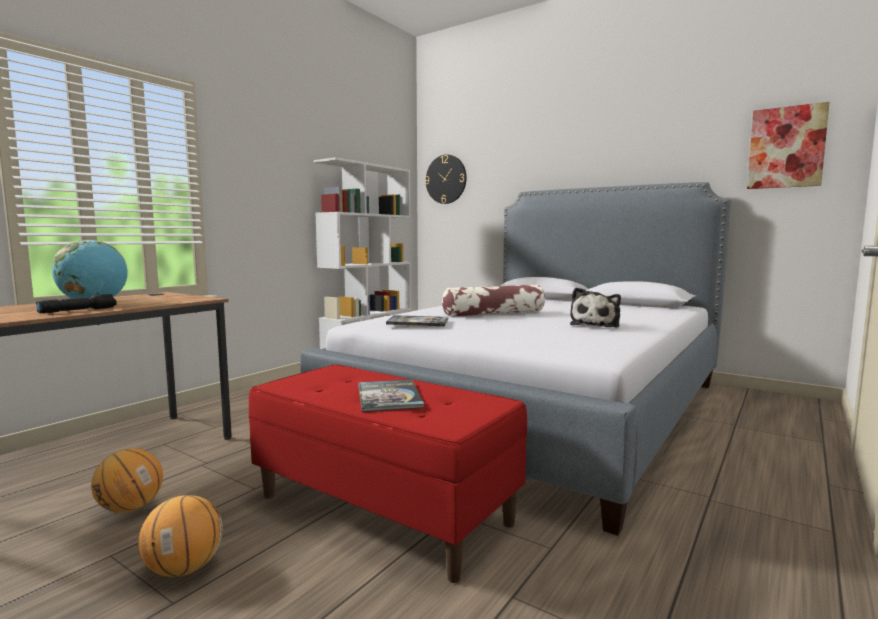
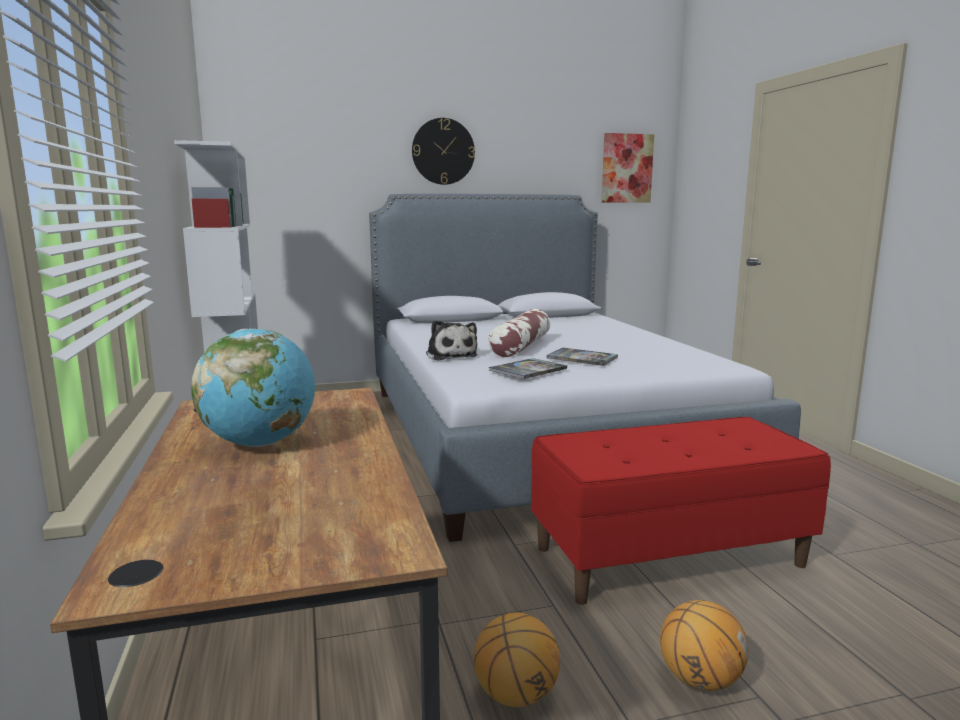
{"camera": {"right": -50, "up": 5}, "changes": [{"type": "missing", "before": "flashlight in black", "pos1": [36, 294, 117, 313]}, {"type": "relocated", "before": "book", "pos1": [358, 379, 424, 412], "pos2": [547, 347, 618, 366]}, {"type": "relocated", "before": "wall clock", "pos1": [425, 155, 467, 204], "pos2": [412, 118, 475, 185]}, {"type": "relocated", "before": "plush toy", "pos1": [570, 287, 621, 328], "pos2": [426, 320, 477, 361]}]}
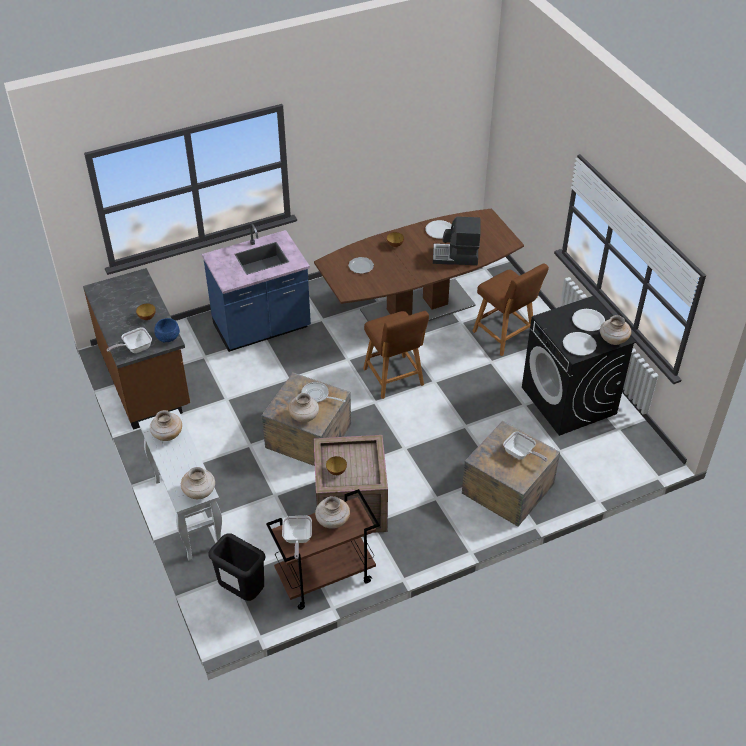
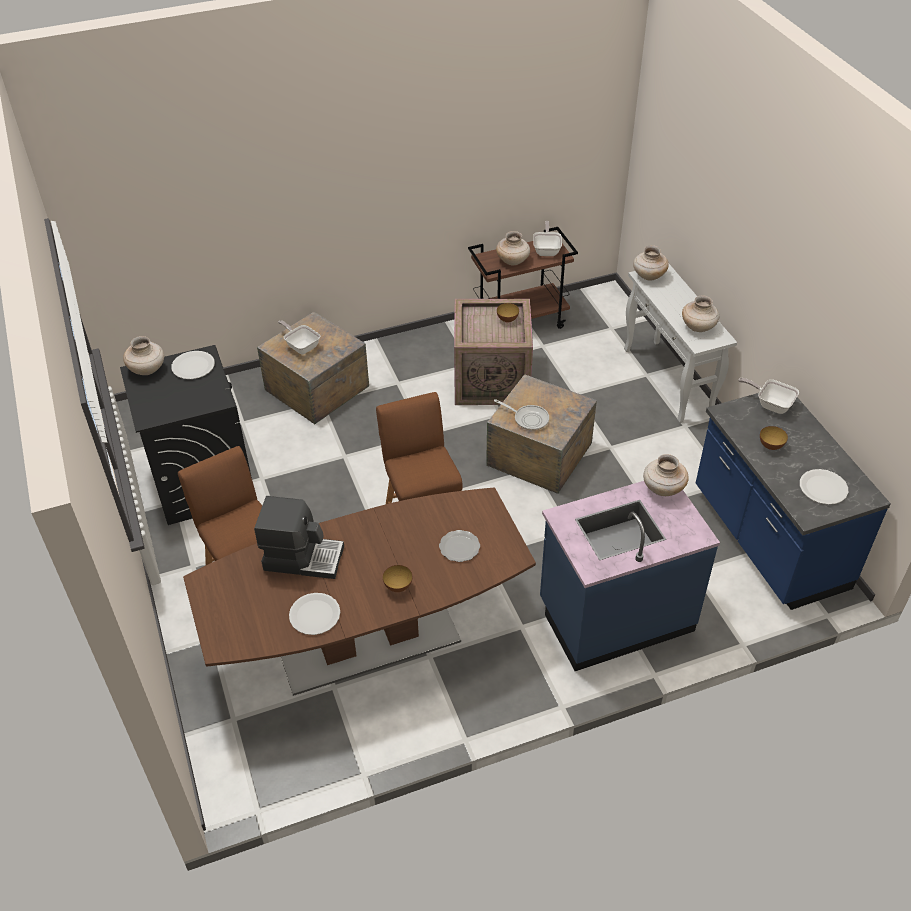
{"camera": {"right": -175, "up": 0}, "changes": [{"type": "colour", "before": "counter in brown", "after": "counter in blue", "pos1": [83, 268, 190, 430], "pos2": [696, 393, 891, 610]}, {"type": "spun", "before": "frying pan", "pos1": [107, 327, 152, 353], "pos2": [738, 378, 799, 414], "turn": -120}, {"type": "missing", "before": "bowl in blue", "pos1": [154, 318, 180, 342]}, {"type": "missing", "before": "trash can in black", "pos1": [208, 533, 265, 601]}, {"type": "relocated", "before": "vase in beige", "pos1": [288, 393, 319, 422], "pos2": [643, 454, 689, 496]}, {"type": "relocated", "before": "plate in white", "pos1": [572, 309, 605, 331], "pos2": [800, 469, 848, 505]}]}
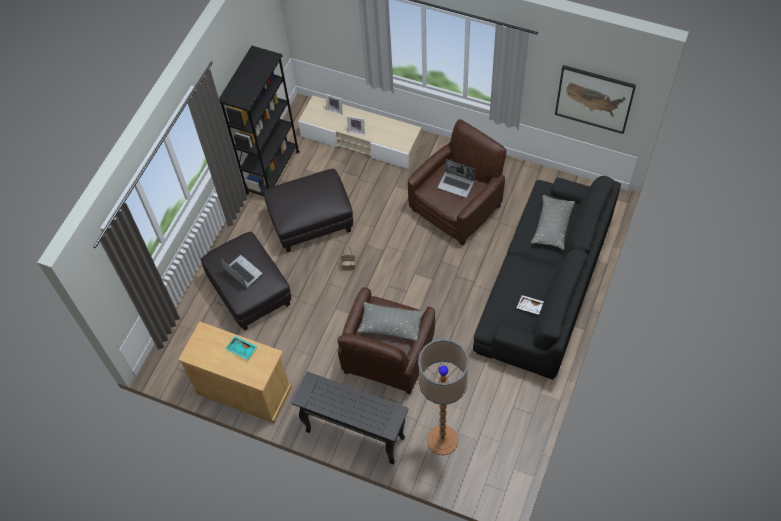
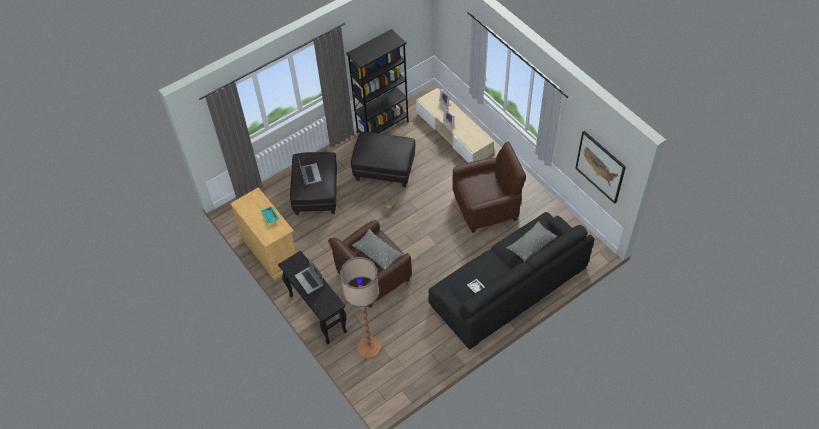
{"camera": {"right": 30, "up": -5}, "changes": [{"type": "relocated", "before": "laptop", "pos1": [438, 159, 475, 198], "pos2": [295, 257, 324, 294]}]}
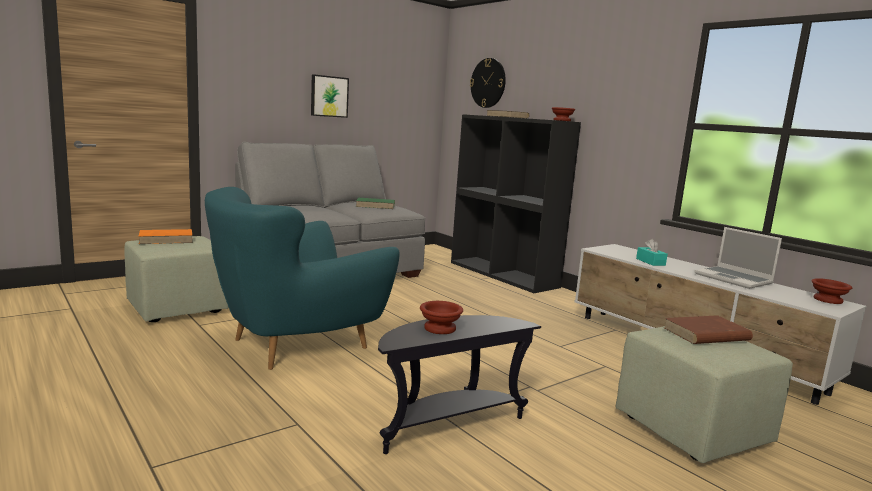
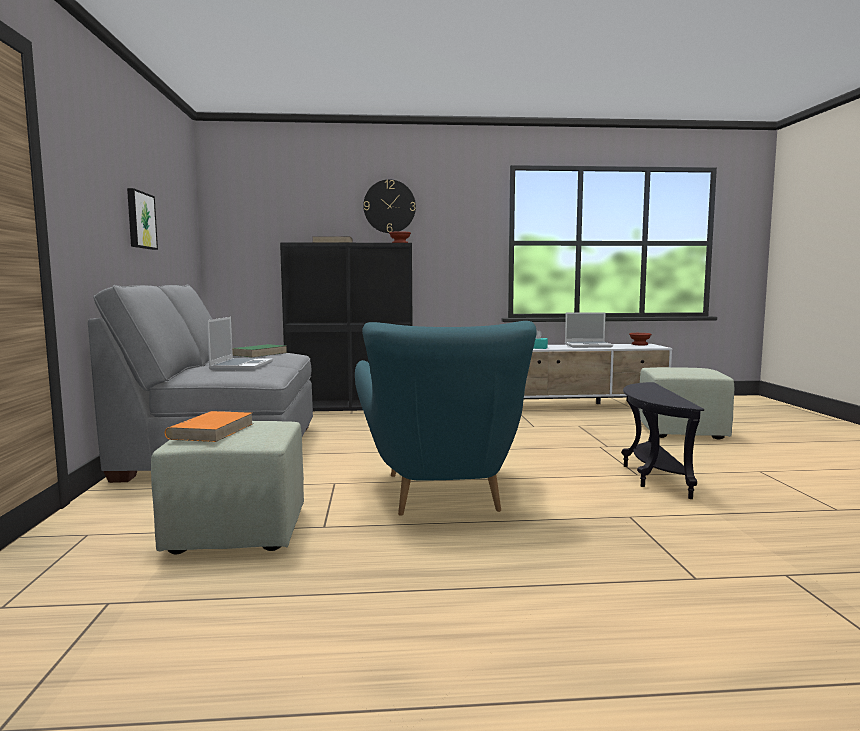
{"camera": {"right": -55, "up": -5}, "changes": [{"type": "missing", "before": "bowl in brown", "pos1": [420, 301, 463, 334]}, {"type": "relocated", "before": "wall clock", "pos1": [470, 58, 506, 108], "pos2": [363, 179, 416, 233]}, {"type": "missing", "before": "book in brown", "pos1": [664, 315, 753, 344]}, {"type": "appeared", "after": "laptop", "pos2": [207, 317, 273, 370]}]}
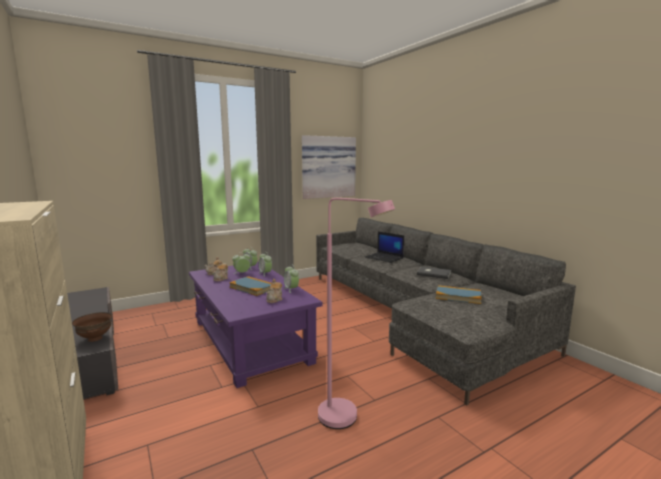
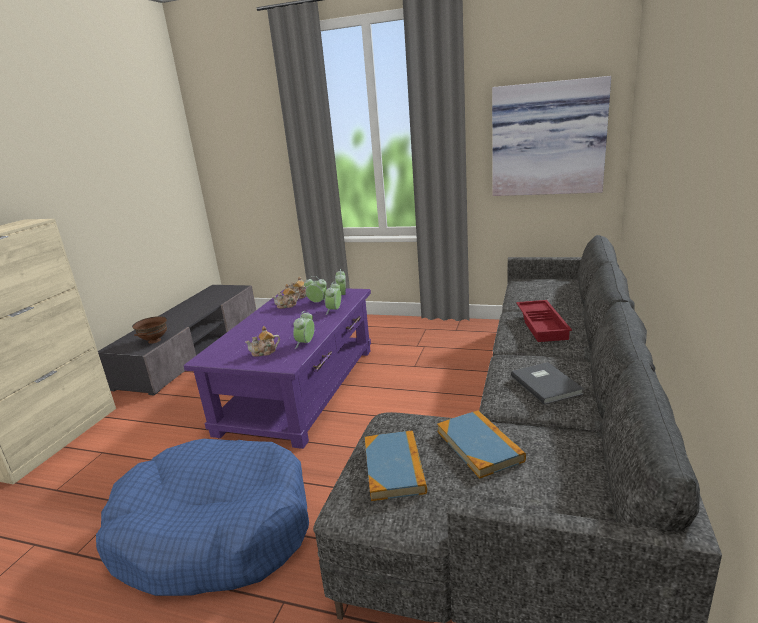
{"camera": {"right": 50, "up": 10}, "changes": [{"type": "relocated", "before": "book", "pos1": [229, 276, 271, 296], "pos2": [365, 431, 427, 501]}, {"type": "exchanged", "before": "floor lamp in pink", "after": "dog bed in blue", "pos1": [318, 198, 395, 429], "pos2": [96, 439, 309, 596]}, {"type": "exchanged", "before": "laptop", "after": "tray in red", "pos1": [365, 232, 404, 263], "pos2": [516, 300, 572, 342]}]}
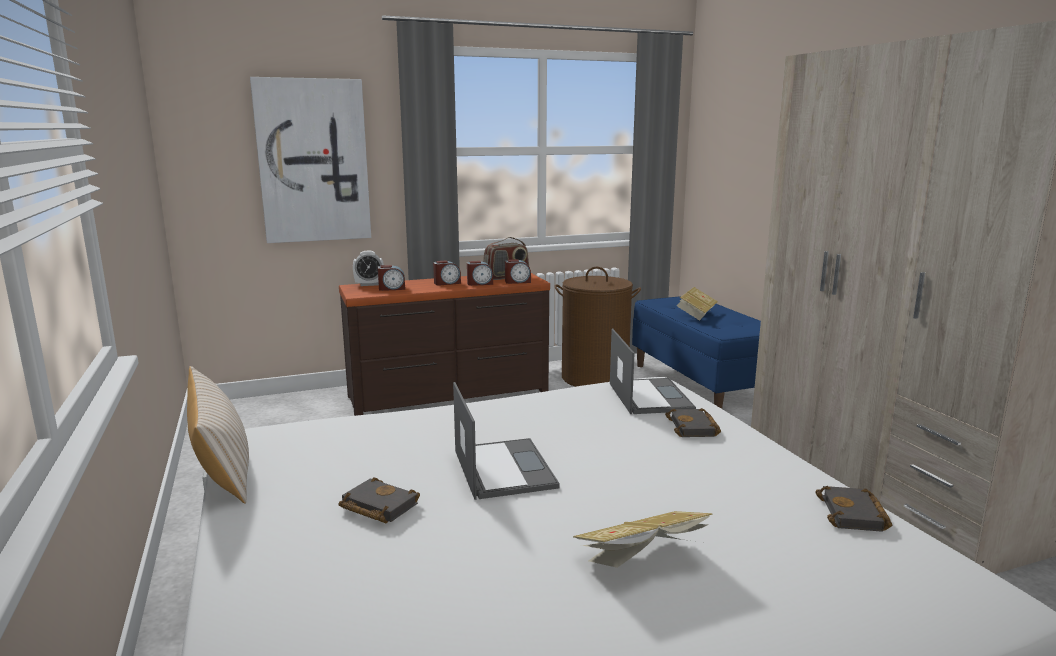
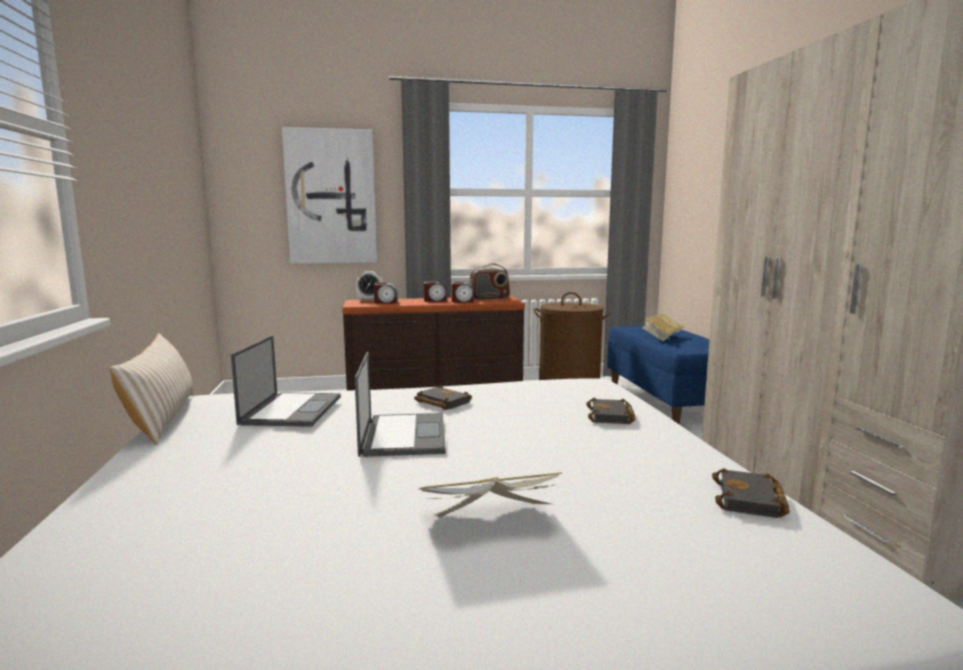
{"camera": {"right": 10, "up": -5}, "changes": [{"type": "relocated", "before": "book in black", "pos1": [338, 477, 420, 524], "pos2": [414, 385, 472, 410]}, {"type": "missing", "before": "alarm clock", "pos1": [505, 259, 531, 284]}, {"type": "relocated", "before": "laptop", "pos1": [610, 329, 696, 414], "pos2": [231, 335, 341, 427]}]}
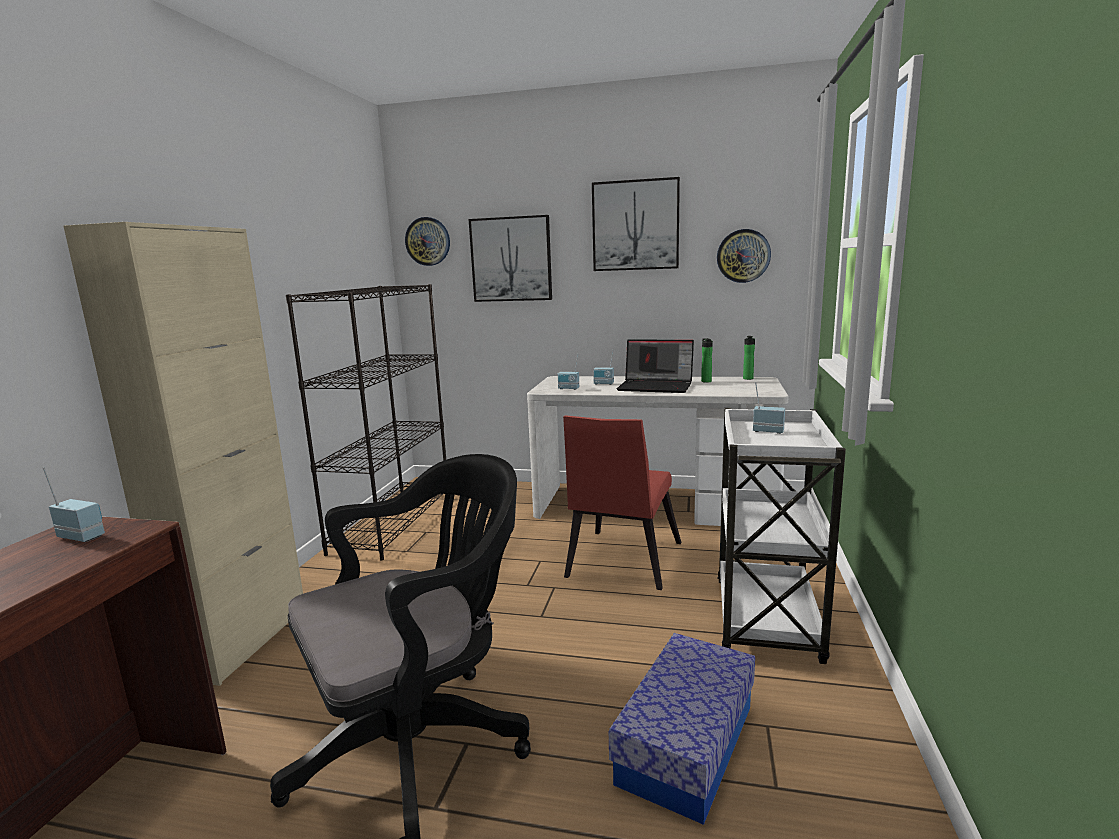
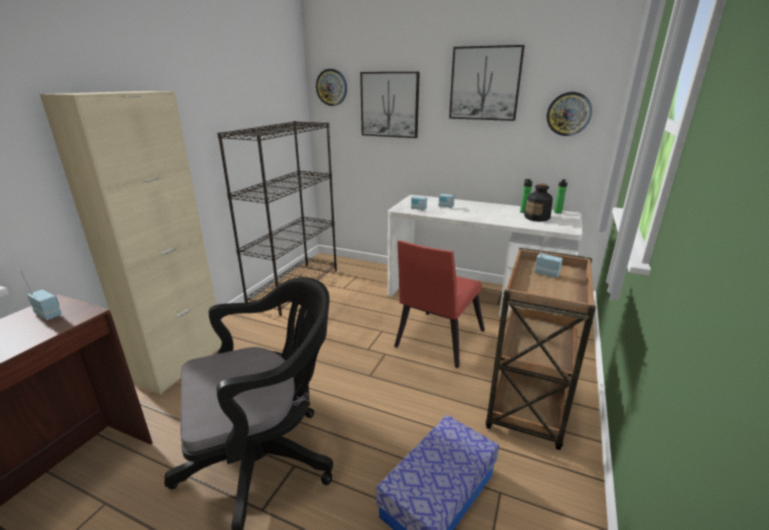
{"camera": {"right": 10, "up": 10}, "changes": [{"type": "missing", "before": "laptop", "pos1": [617, 339, 694, 393]}, {"type": "colour", "before": "cart in white", "after": "cart in brown", "pos1": [718, 408, 846, 664], "pos2": [486, 248, 596, 450]}, {"type": "appeared", "after": "bottle", "pos2": [524, 183, 553, 222]}]}
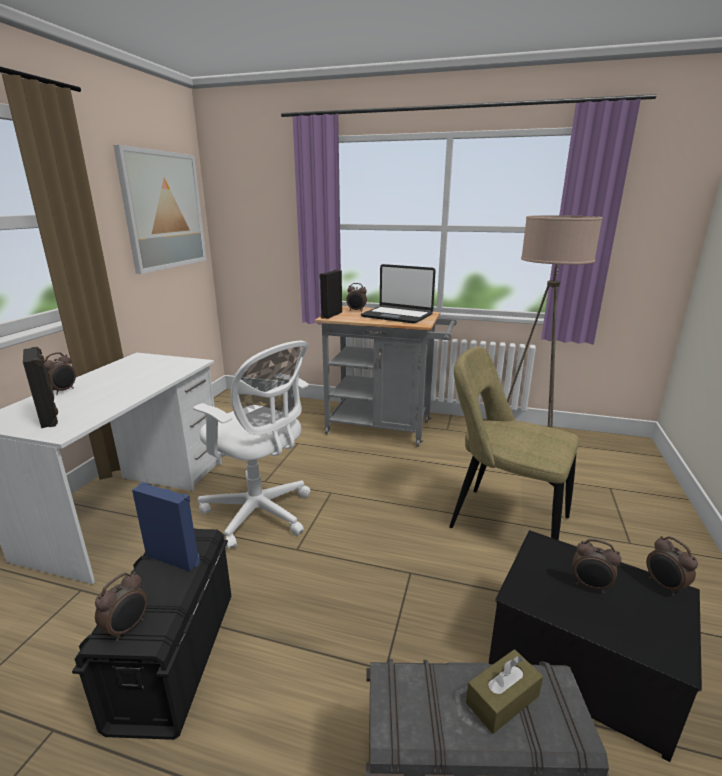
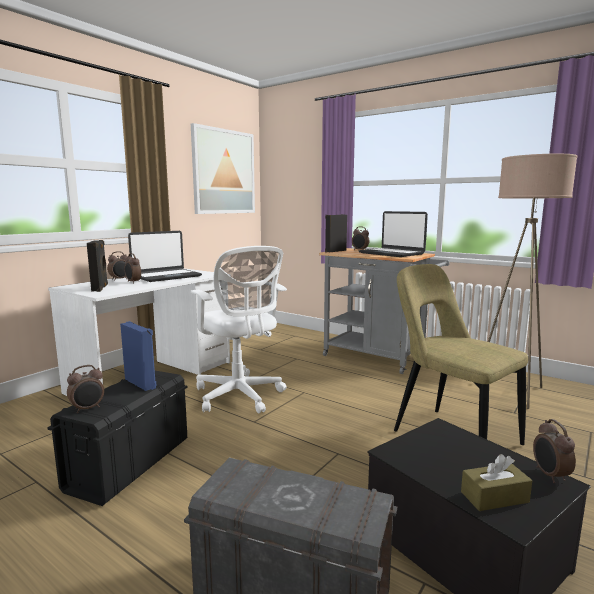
{"camera": {"right": 20, "up": -10}, "changes": [{"type": "relocated", "before": "tissue box in brown", "pos1": [466, 649, 543, 734], "pos2": [461, 454, 532, 511]}, {"type": "relocated", "before": "alarm clock", "pos1": [572, 539, 621, 593], "pos2": [124, 253, 141, 283]}, {"type": "appeared", "after": "laptop", "pos2": [128, 231, 202, 282]}]}
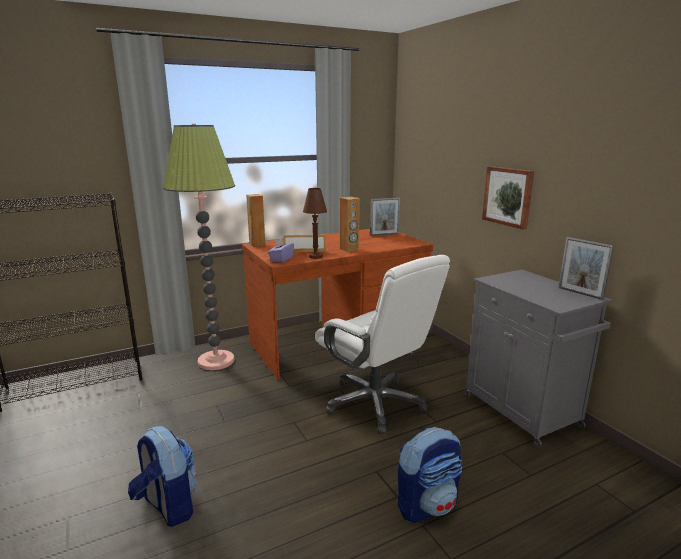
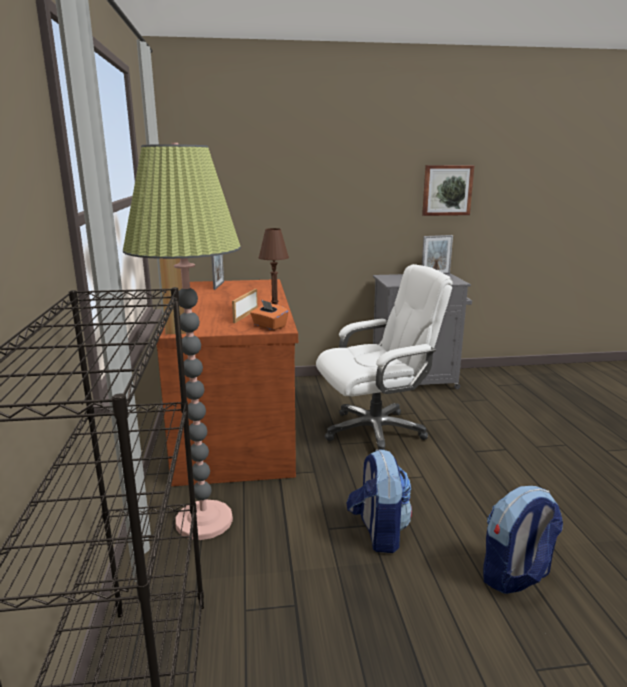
{"camera": {"right": -70, "up": 0}, "changes": [{"type": "colour", "before": "tissue box in purple", "after": "tissue box in orange", "pos1": [268, 238, 294, 263], "pos2": [250, 300, 289, 330]}, {"type": "missing", "before": "speaker in brown", "pos1": [340, 197, 360, 252]}, {"type": "relocated", "before": "backpack", "pos1": [398, 427, 462, 523], "pos2": [347, 449, 412, 553]}, {"type": "relocated", "before": "picture", "pos1": [482, 166, 534, 229], "pos2": [422, 165, 474, 216]}]}
